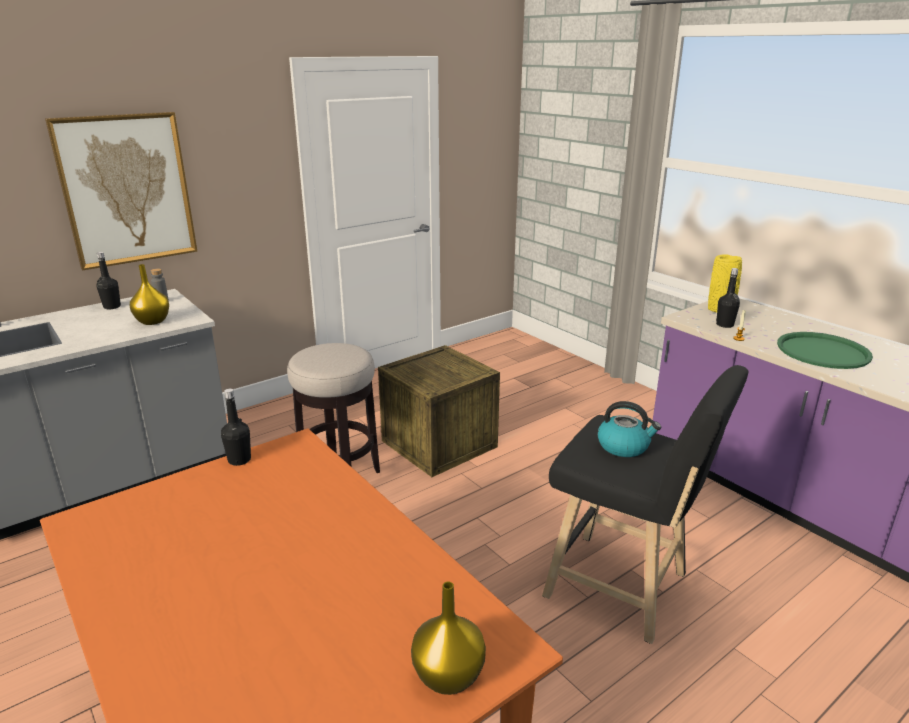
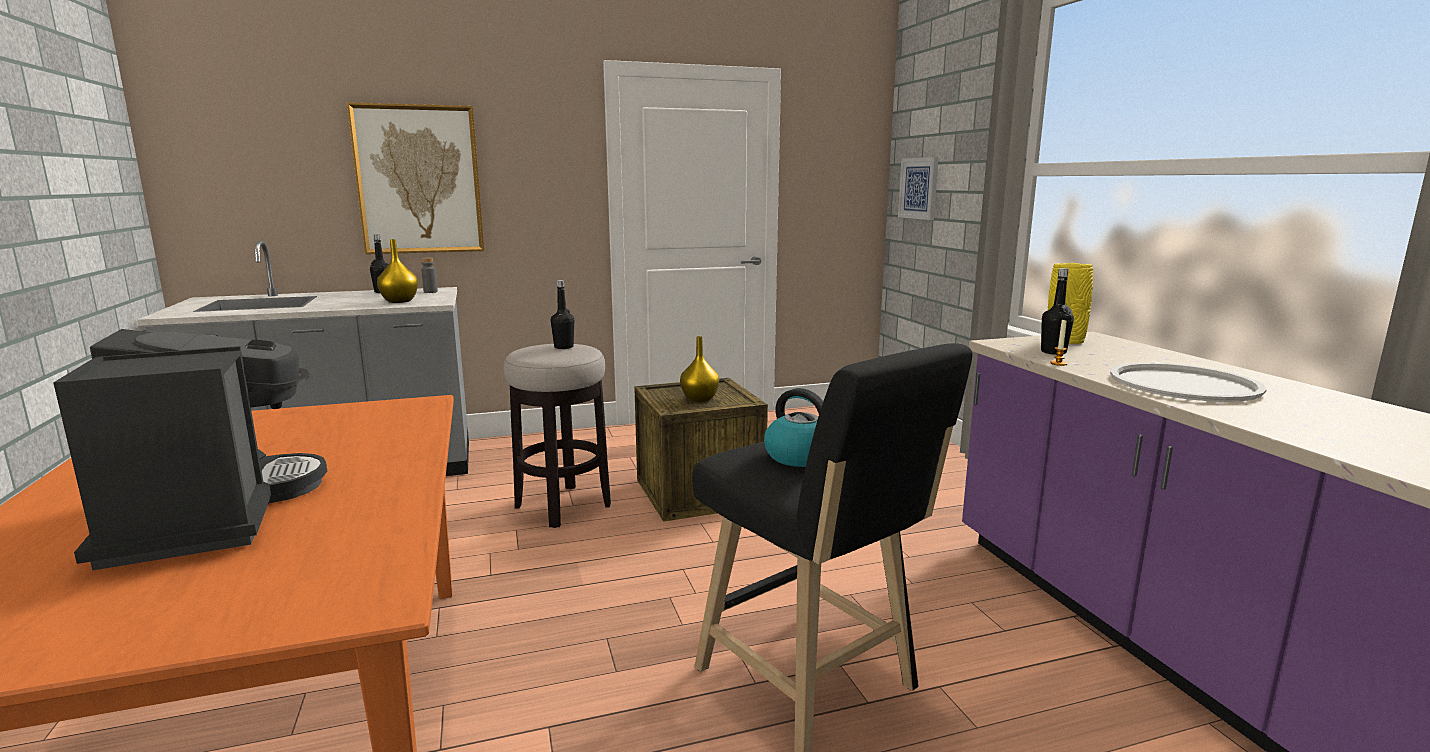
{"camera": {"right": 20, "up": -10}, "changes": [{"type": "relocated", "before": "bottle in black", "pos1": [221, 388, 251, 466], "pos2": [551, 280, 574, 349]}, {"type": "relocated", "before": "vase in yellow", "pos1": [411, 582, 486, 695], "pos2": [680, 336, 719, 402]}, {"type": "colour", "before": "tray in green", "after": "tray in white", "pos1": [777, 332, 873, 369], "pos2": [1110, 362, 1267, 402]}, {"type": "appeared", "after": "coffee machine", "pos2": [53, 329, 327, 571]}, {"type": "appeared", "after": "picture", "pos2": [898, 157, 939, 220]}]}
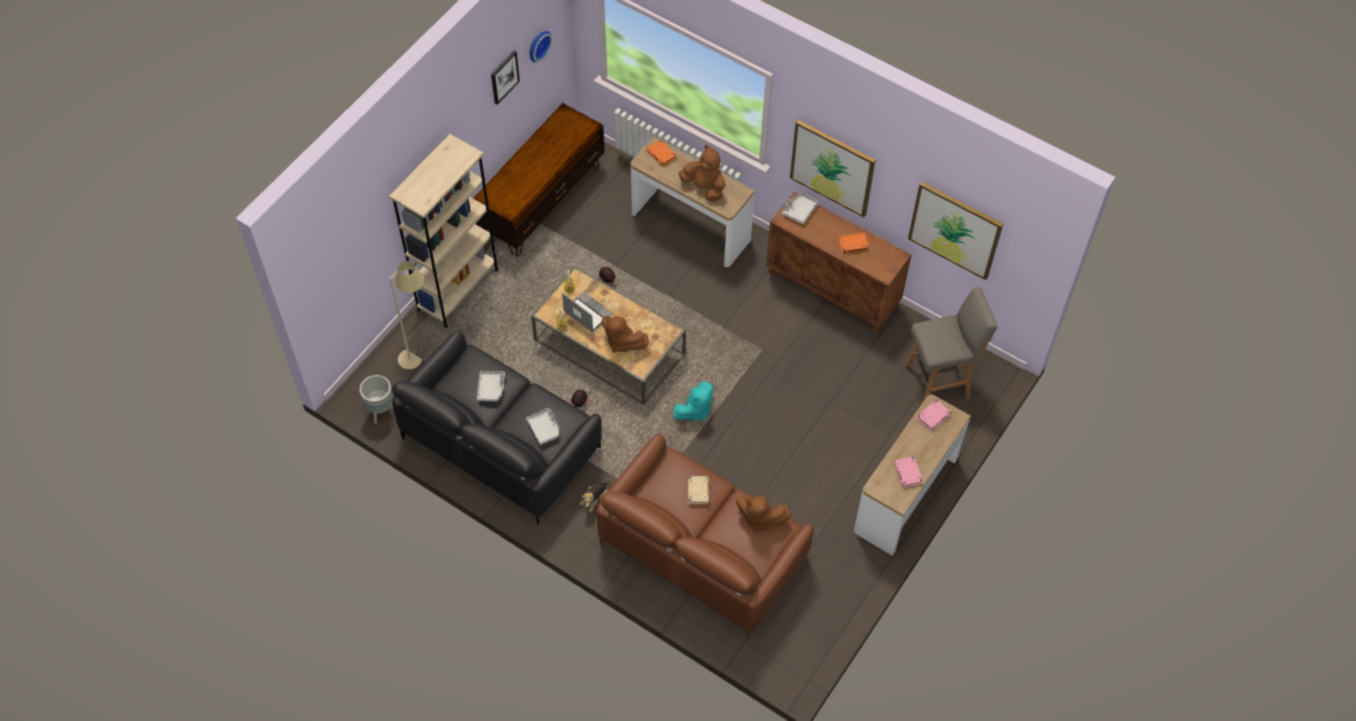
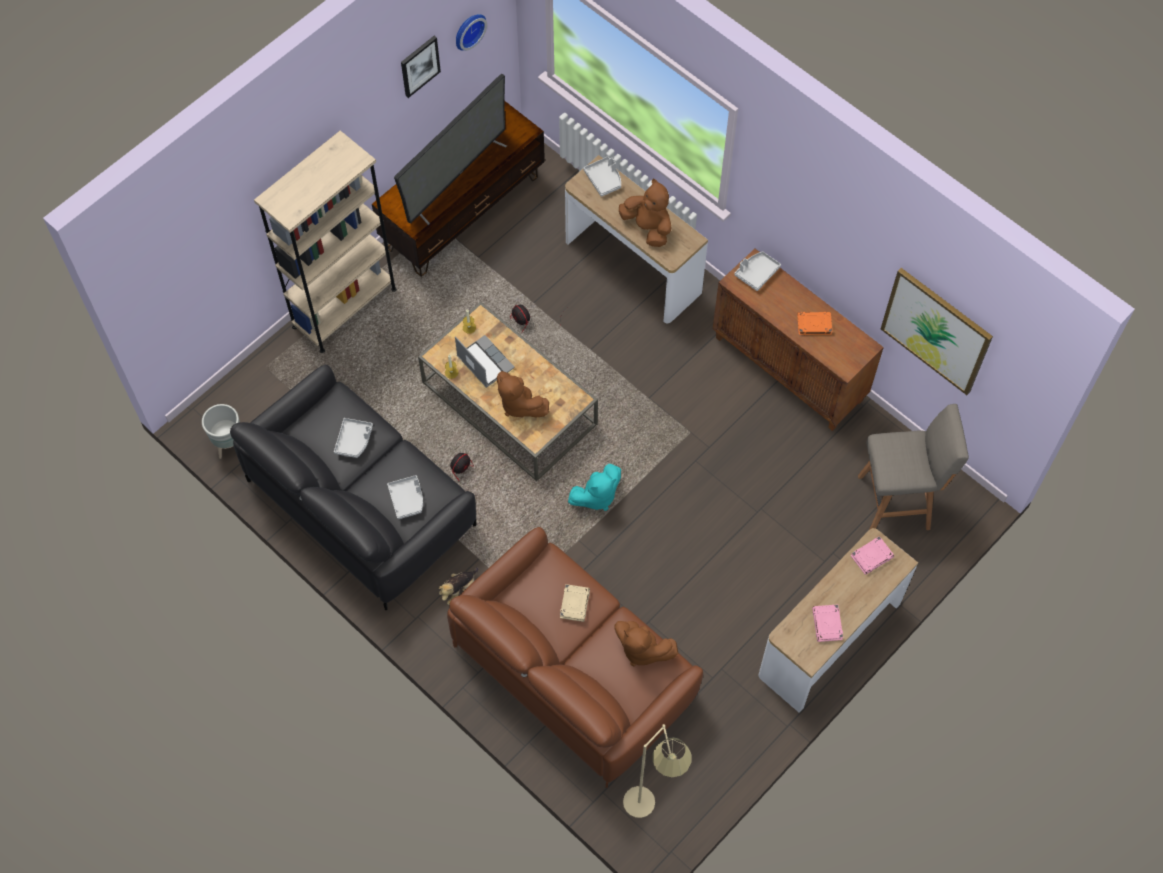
{"camera": {"right": 10, "up": 5}, "changes": [{"type": "relocated", "before": "floor lamp in beige", "pos1": [389, 261, 424, 369], "pos2": [623, 724, 691, 818]}, {"type": "exchanged", "before": "book in orange", "after": "tray in grey", "pos1": [646, 140, 677, 167], "pos2": [583, 157, 621, 197]}, {"type": "missing", "before": "picture", "pos1": [790, 120, 875, 217]}, {"type": "appeared", "after": "television", "pos2": [394, 74, 507, 225]}]}
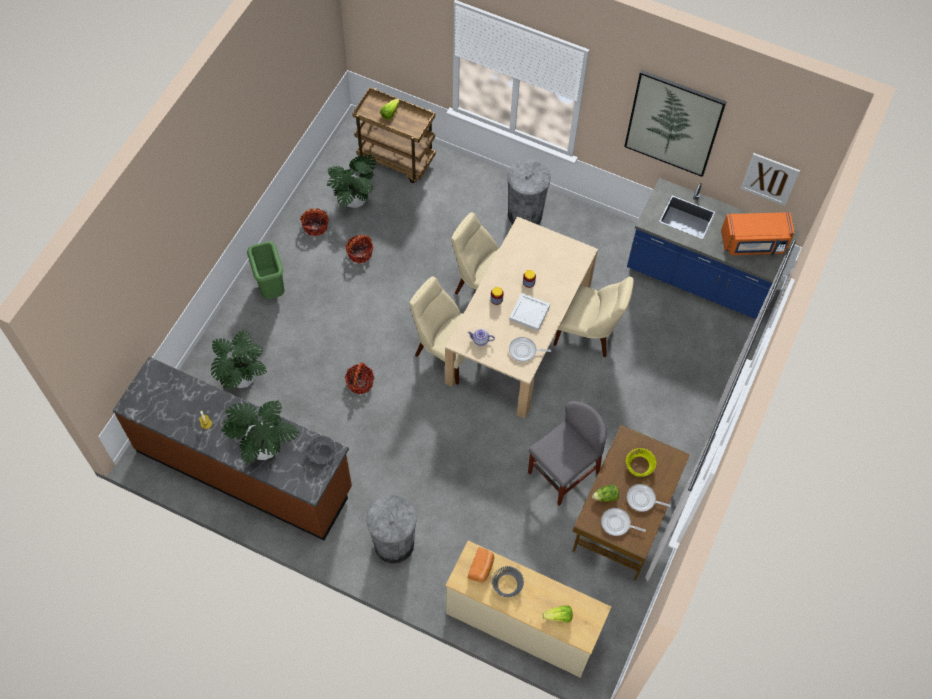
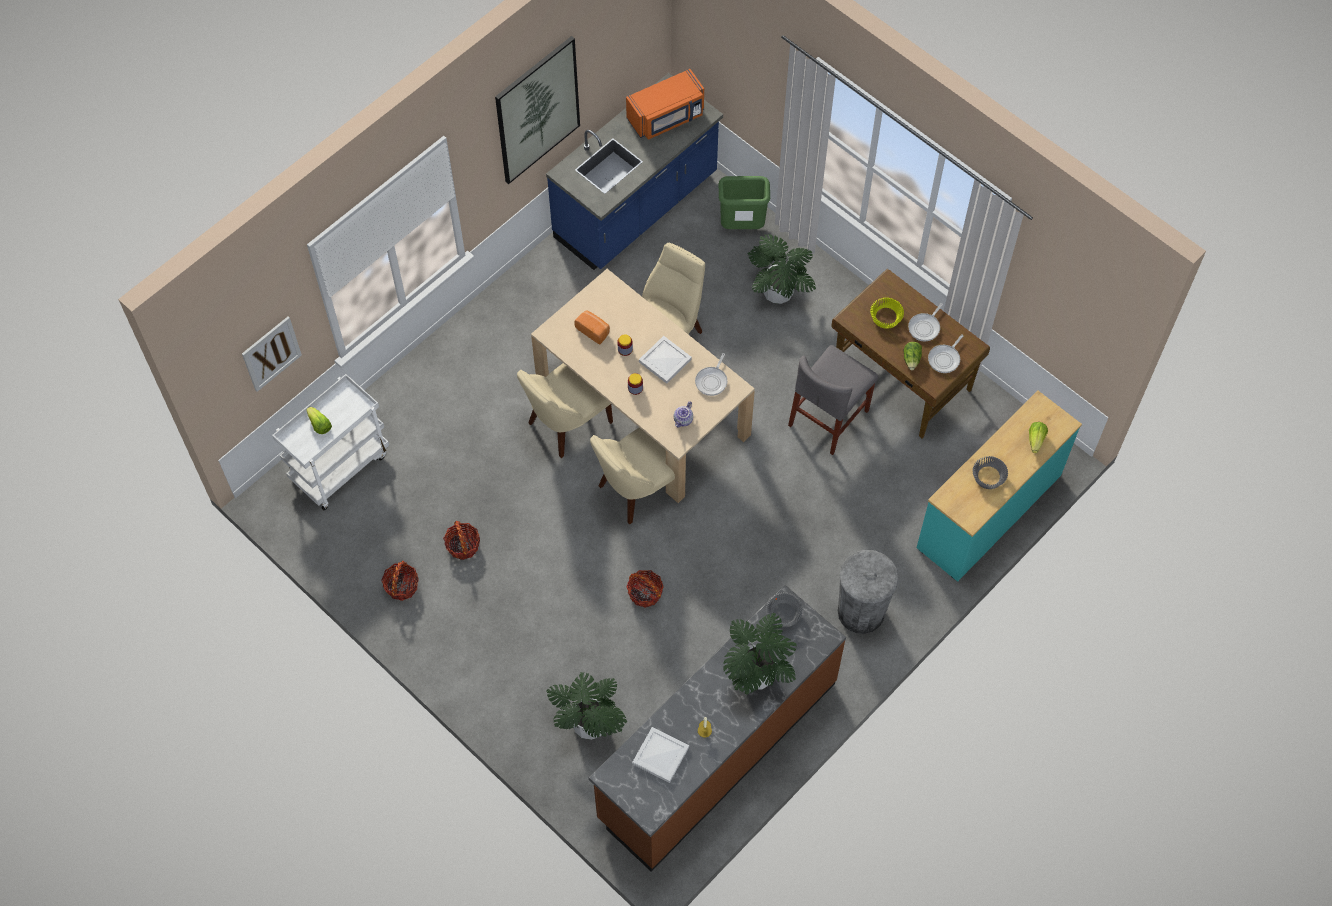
{"camera": {"right": -70, "up": 0}, "changes": [{"type": "relocated", "before": "trash can in green", "pos1": [247, 241, 284, 299], "pos2": [718, 176, 770, 229]}, {"type": "relocated", "before": "potted plant", "pos1": [327, 155, 376, 208], "pos2": [748, 234, 816, 304]}, {"type": "colour", "before": "cart in brown", "after": "cart in white", "pos1": [353, 87, 436, 183], "pos2": [272, 374, 389, 510]}, {"type": "colour", "before": "dresser in beige", "after": "dresser in turquoise", "pos1": [445, 541, 611, 678], "pos2": [916, 390, 1082, 582]}, {"type": "relocated", "before": "bread", "pos1": [468, 547, 494, 582], "pos2": [574, 310, 610, 344]}, {"type": "missing", "before": "trash can in grey", "pos1": [507, 160, 551, 225]}, {"type": "spun", "before": "chair in grey", "pos1": [528, 401, 607, 506], "pos2": [788, 345, 879, 455], "turn": -120}, {"type": "spun", "before": "microwave in orange", "pos1": [721, 212, 795, 255], "pos2": [626, 69, 704, 139], "turn": 45}, {"type": "relocated", "before": "picture", "pos1": [740, 153, 800, 206], "pos2": [242, 317, 302, 392]}, {"type": "appeared", "after": "tray in white", "pos2": [632, 727, 689, 783]}]}
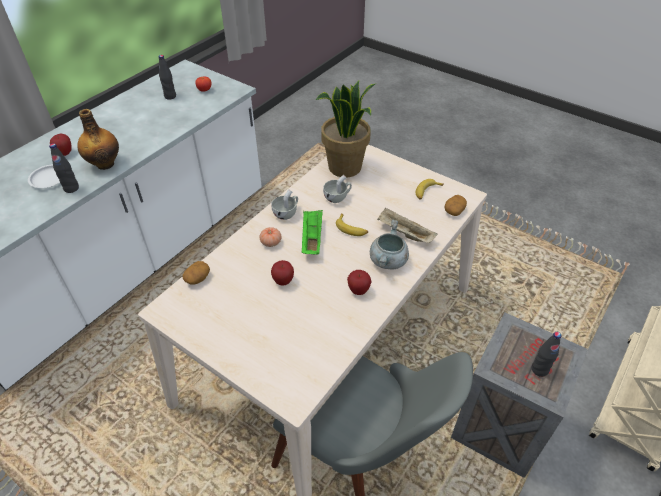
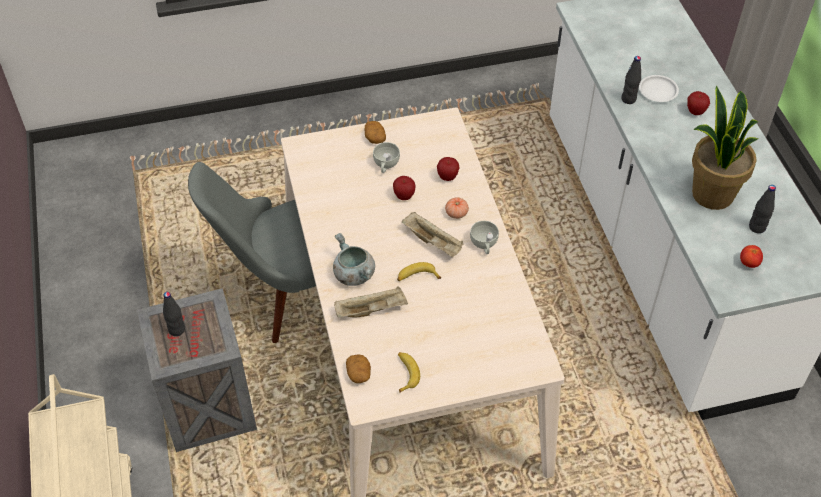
{"camera": {"right": 130, "up": 5}, "changes": [{"type": "missing", "before": "bottle", "pos1": [77, 109, 119, 170]}, {"type": "relocated", "before": "potato", "pos1": [183, 261, 210, 284], "pos2": [365, 121, 386, 144]}, {"type": "colour", "before": "tray in green", "after": "tray in beige", "pos1": [302, 210, 323, 254], "pos2": [402, 212, 464, 257]}, {"type": "relocated", "before": "potted plant", "pos1": [316, 81, 375, 177], "pos2": [692, 86, 758, 210]}, {"type": "relocated", "before": "cup in white", "pos1": [323, 175, 352, 203], "pos2": [373, 142, 400, 173]}, {"type": "relocated", "before": "apple", "pos1": [347, 270, 371, 295], "pos2": [437, 157, 460, 181]}]}
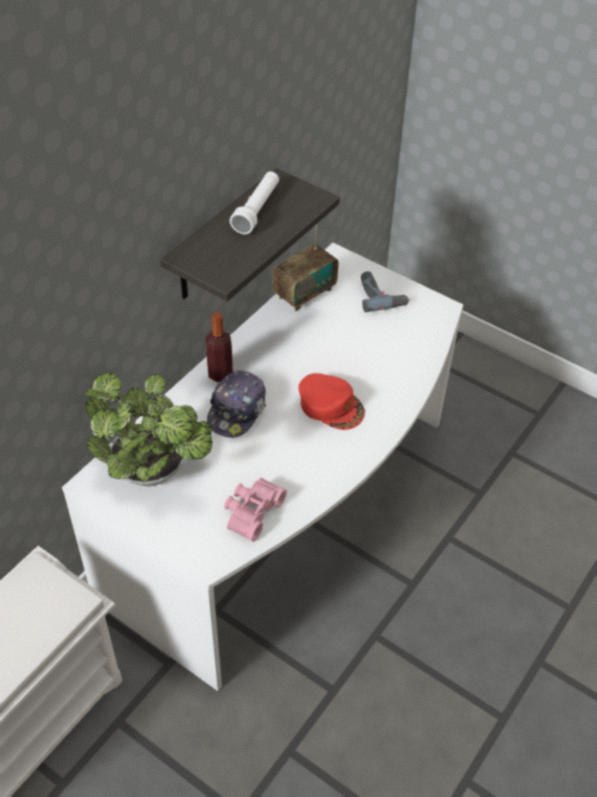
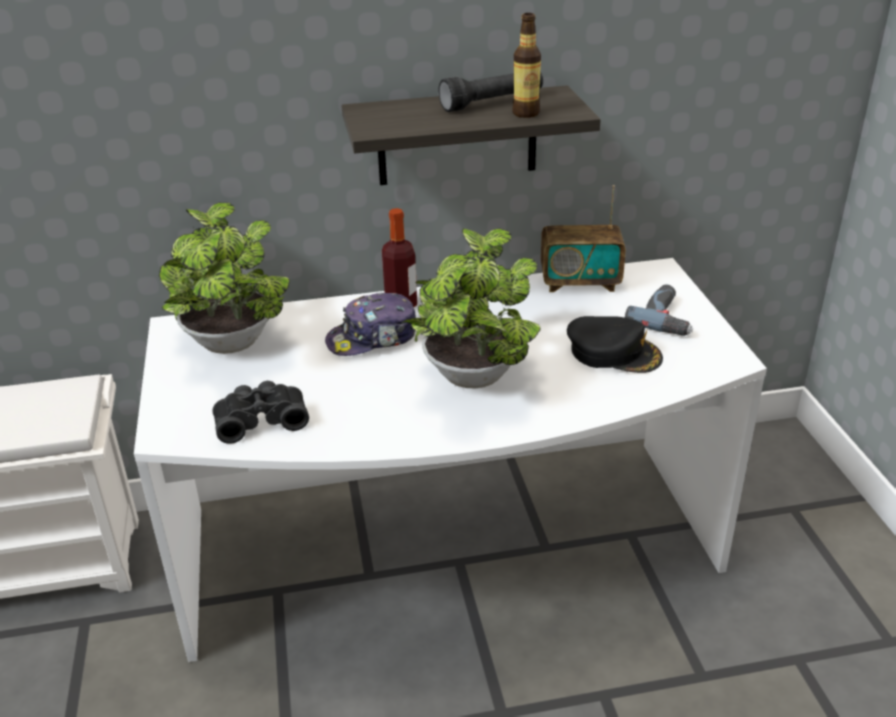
{"camera": {"right": 45, "up": -15}, "changes": [{"type": "colour", "before": "binoculars in pink", "after": "binoculars in black", "pos1": [224, 478, 287, 542], "pos2": [212, 381, 309, 444]}, {"type": "colour", "before": "flashlight in white", "after": "flashlight in black", "pos1": [230, 171, 279, 234], "pos2": [439, 71, 543, 112]}, {"type": "exchanged", "before": "cap in red", "after": "potted plant", "pos1": [299, 373, 365, 430], "pos2": [402, 228, 540, 388]}, {"type": "appeared", "after": "bottle", "pos2": [512, 13, 541, 118]}, {"type": "appeared", "after": "cap in black", "pos2": [567, 316, 663, 373]}]}
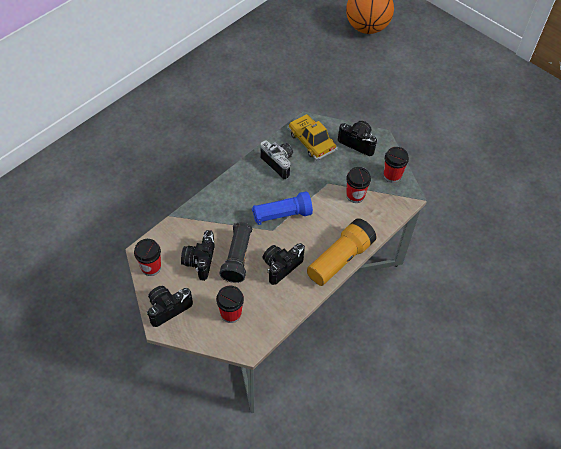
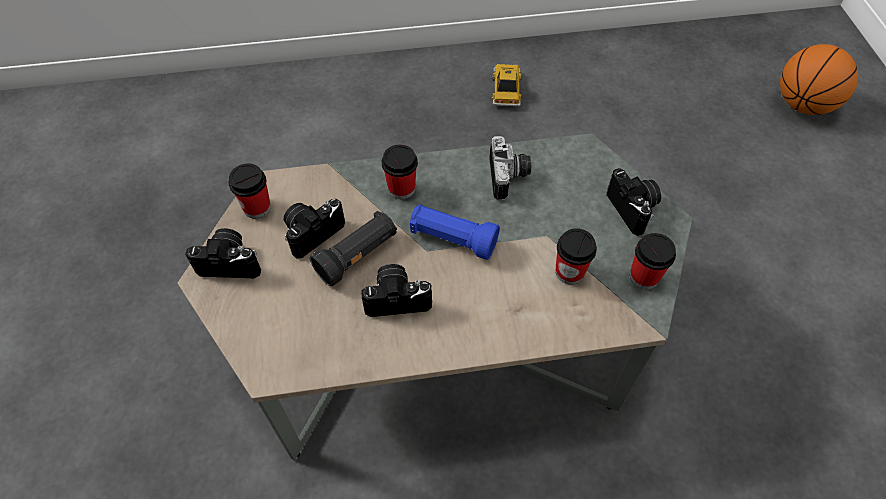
{"camera": {"right": 40, "up": 0}, "changes": [{"type": "relocated", "before": "cup", "pos1": [216, 286, 244, 323], "pos2": [382, 145, 418, 199]}, {"type": "relocated", "before": "toy car", "pos1": [287, 114, 338, 161], "pos2": [492, 64, 522, 107]}, {"type": "missing", "before": "flashlight", "pos1": [307, 218, 377, 286]}]}
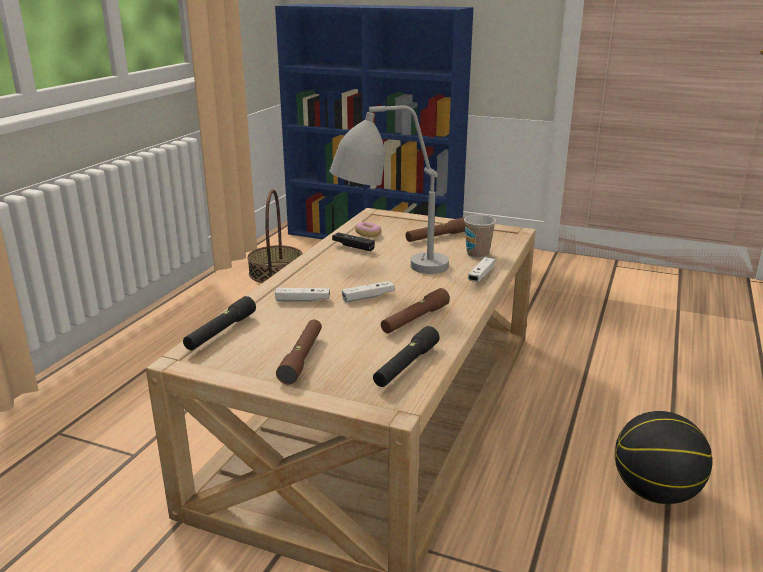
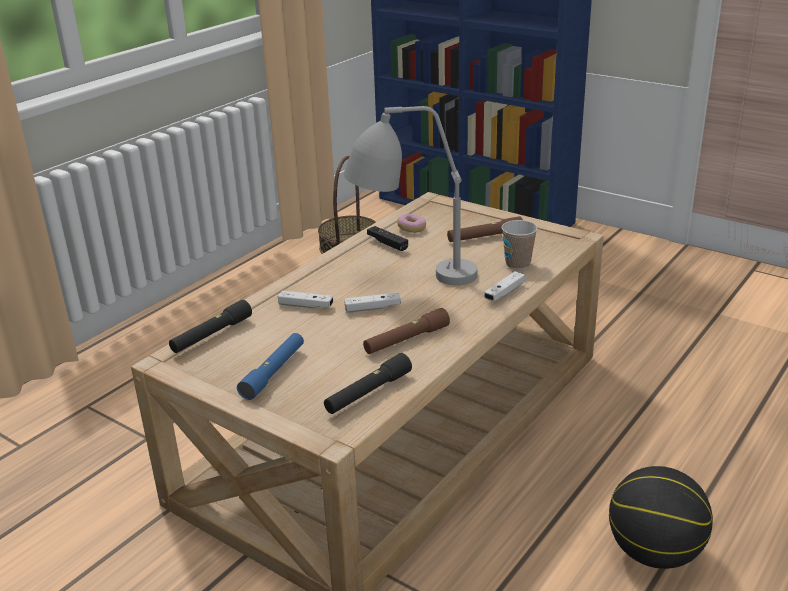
{"camera": {"right": 15, "up": 5}, "changes": [{"type": "colour", "before": "flashlight in brown", "after": "flashlight in blue", "pos1": [276, 320, 322, 385], "pos2": [237, 333, 304, 400]}]}
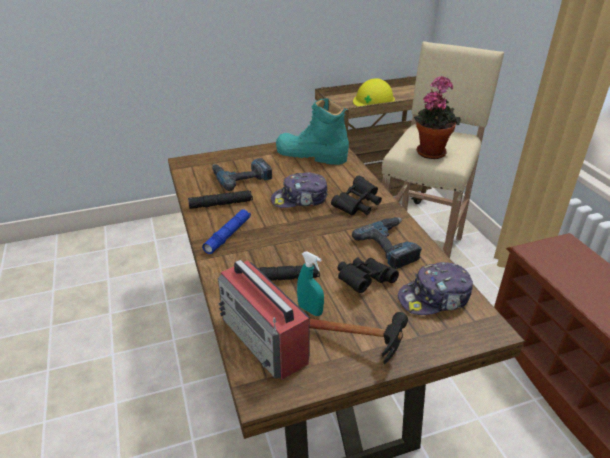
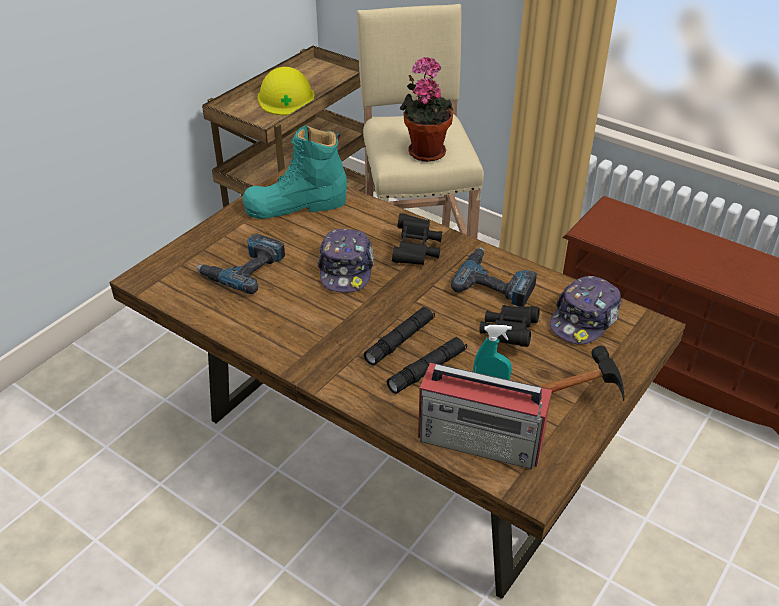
{"camera": {"right": -35, "up": 5}, "changes": [{"type": "relocated", "before": "flashlight in black", "pos1": [188, 190, 253, 209], "pos2": [364, 306, 435, 365]}, {"type": "missing", "before": "flashlight in blue", "pos1": [202, 210, 251, 254]}, {"type": "spun", "before": "cap", "pos1": [271, 172, 328, 208], "pos2": [317, 229, 374, 293], "turn": -45}]}
